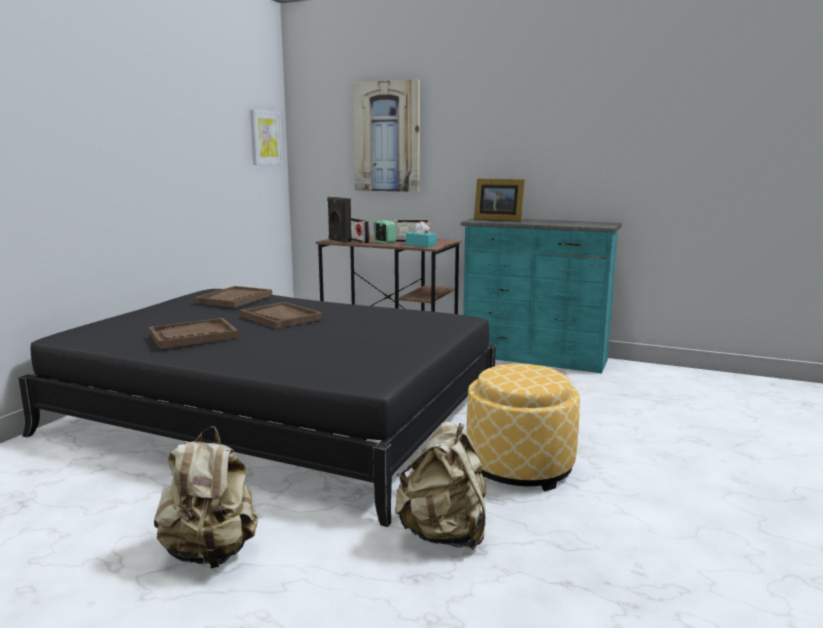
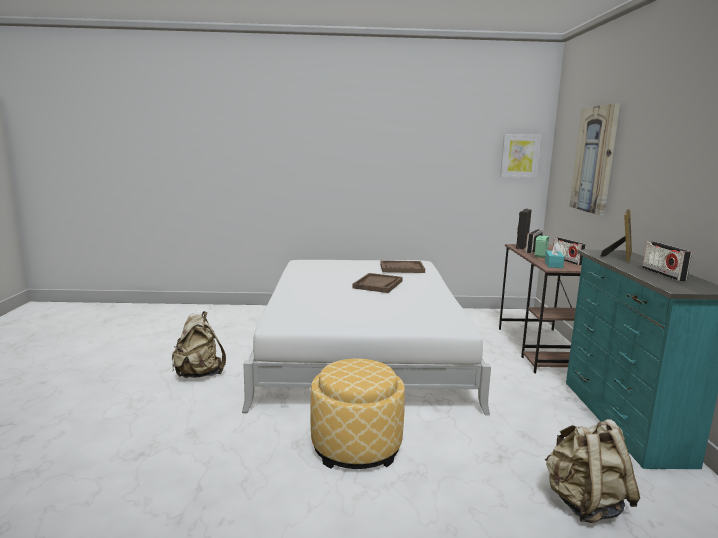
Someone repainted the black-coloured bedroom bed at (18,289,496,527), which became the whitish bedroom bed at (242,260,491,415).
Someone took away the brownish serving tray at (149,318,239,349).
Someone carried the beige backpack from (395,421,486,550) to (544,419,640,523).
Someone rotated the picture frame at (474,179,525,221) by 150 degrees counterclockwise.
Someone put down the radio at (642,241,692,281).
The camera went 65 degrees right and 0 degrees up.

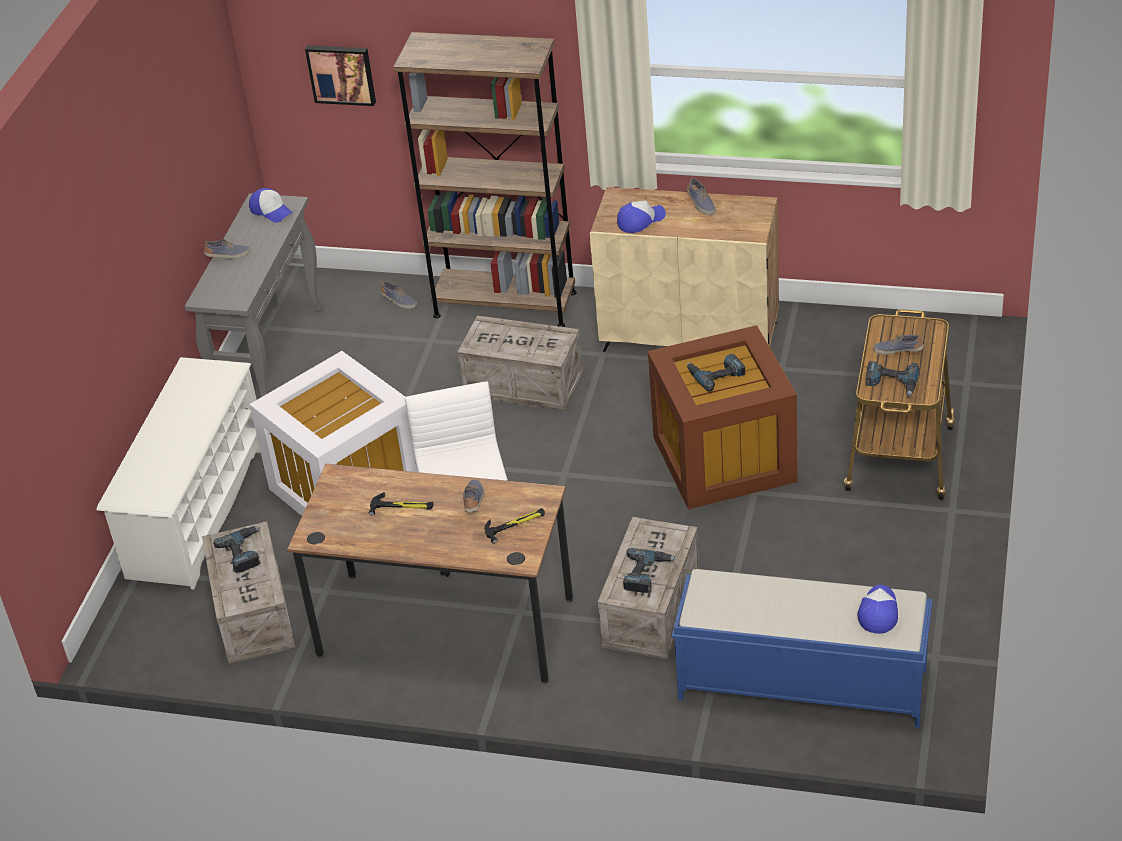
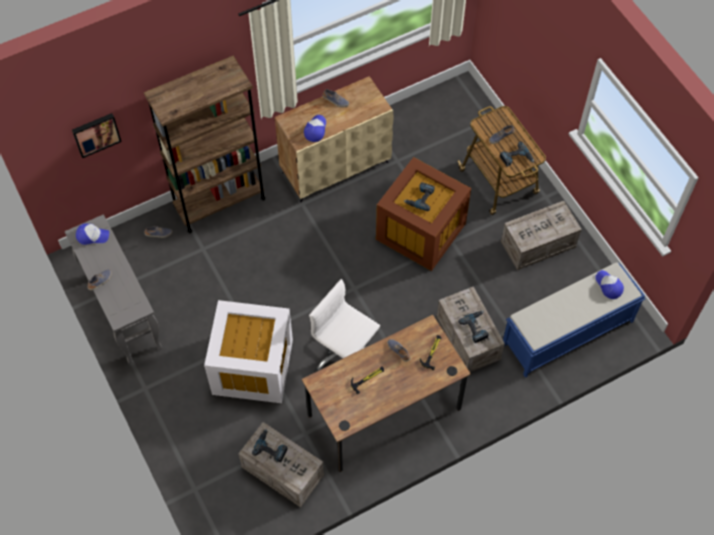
Someone took away the whitish shoe shelf at (97,357,260,590).
Someone carried the crate from (457,315,583,412) to (501,201,582,270).
The camera went 45 degrees left and 20 degrees up.

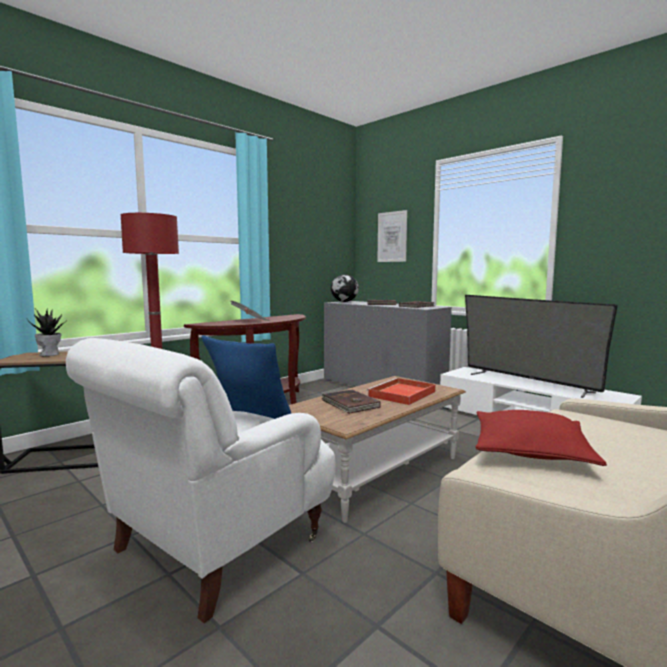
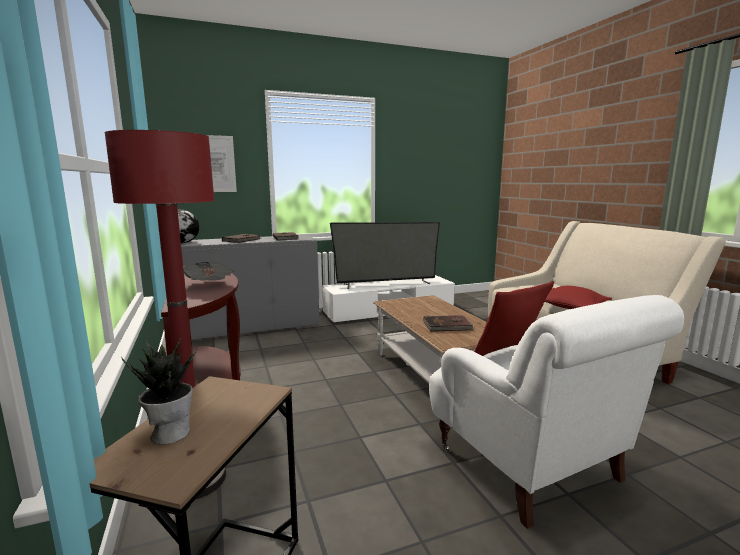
Someone repainted the bluish throw pillow at (201,335,292,419), which became the red-coloured throw pillow at (474,281,554,356).
Someone took away the red-coloured serving tray at (367,378,436,405).
The camera went 65 degrees left and 5 degrees up.

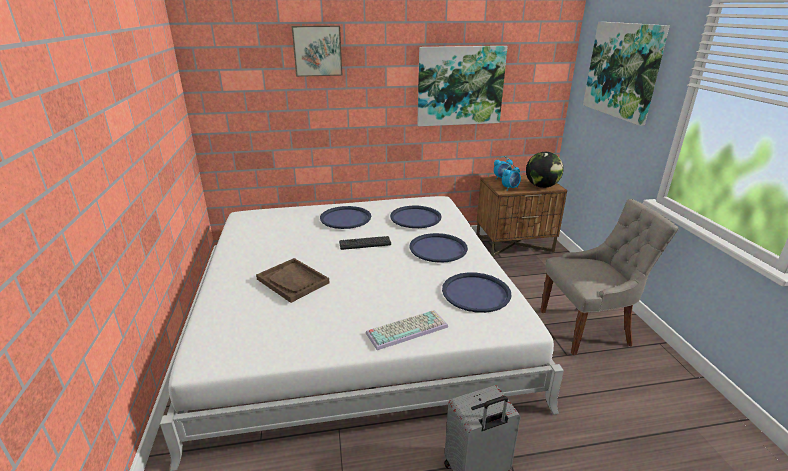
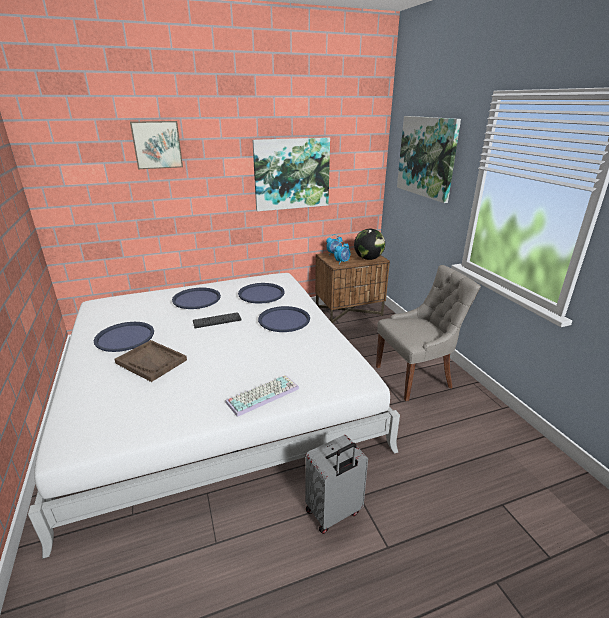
Someone carried the bluish serving tray from (442,272,512,313) to (94,322,154,352).
The camera went 10 degrees left and 0 degrees up.

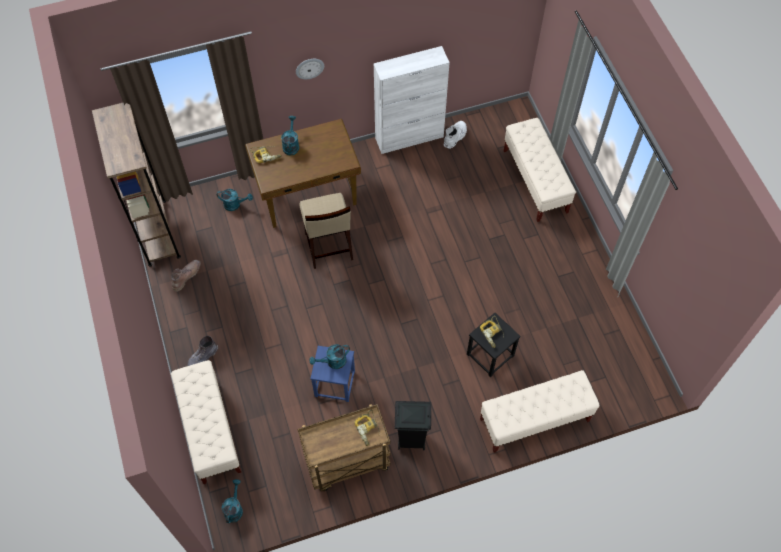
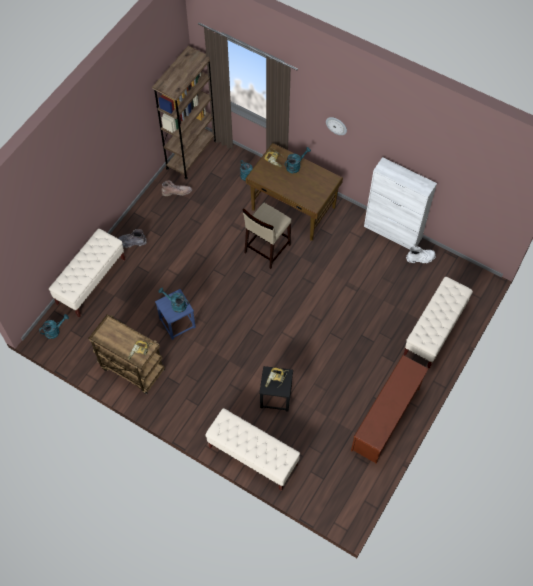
Someone took away the black-coloured waste bin at (395,401,431,450).
Someone put down the brownish shoe shelf at (351,355,429,463).
The camera went 50 degrees right and 0 degrees up.

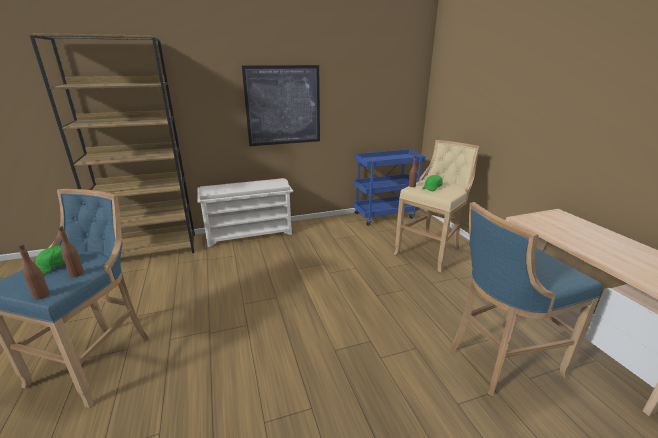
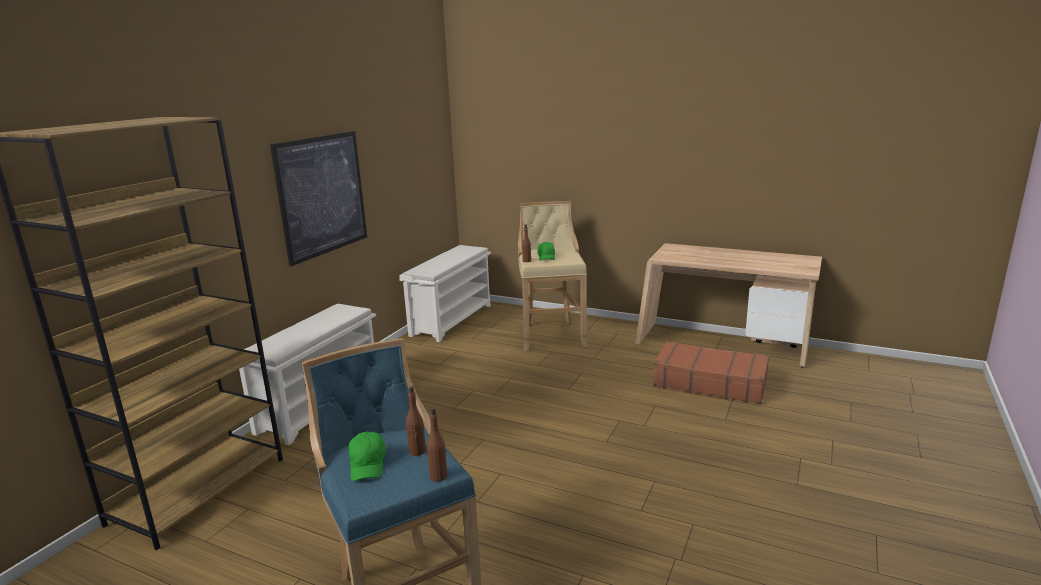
Someone swapped the bluish wheeled cart at (353,149,426,226) for the whitish shoe shelf at (399,245,491,342).
Someone swapped the bluish stool seat at (450,202,602,396) for the brownish suitcase at (653,341,769,404).
The camera went 45 degrees left and 5 degrees down.

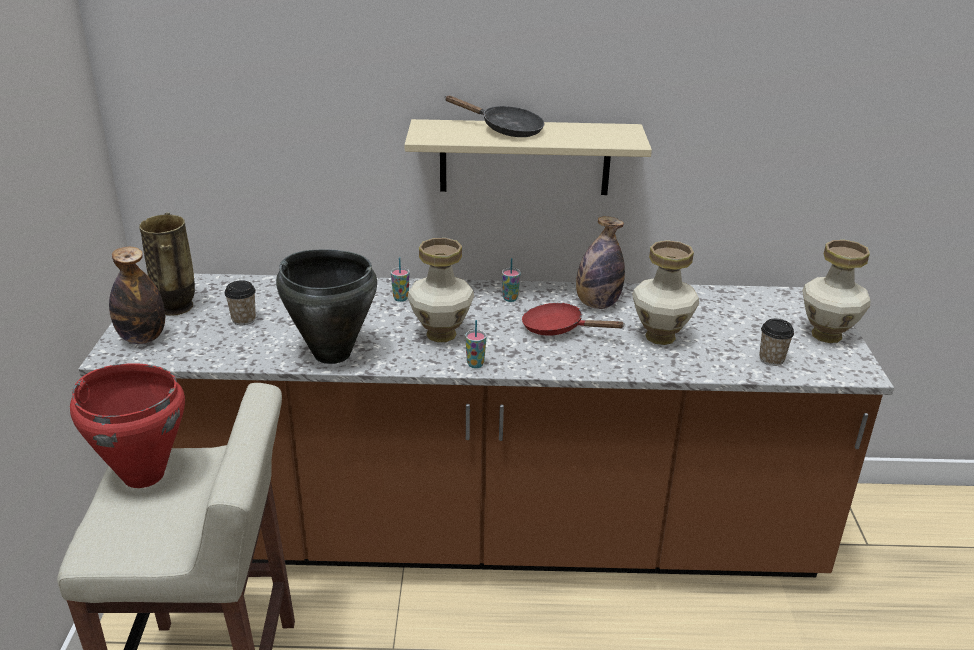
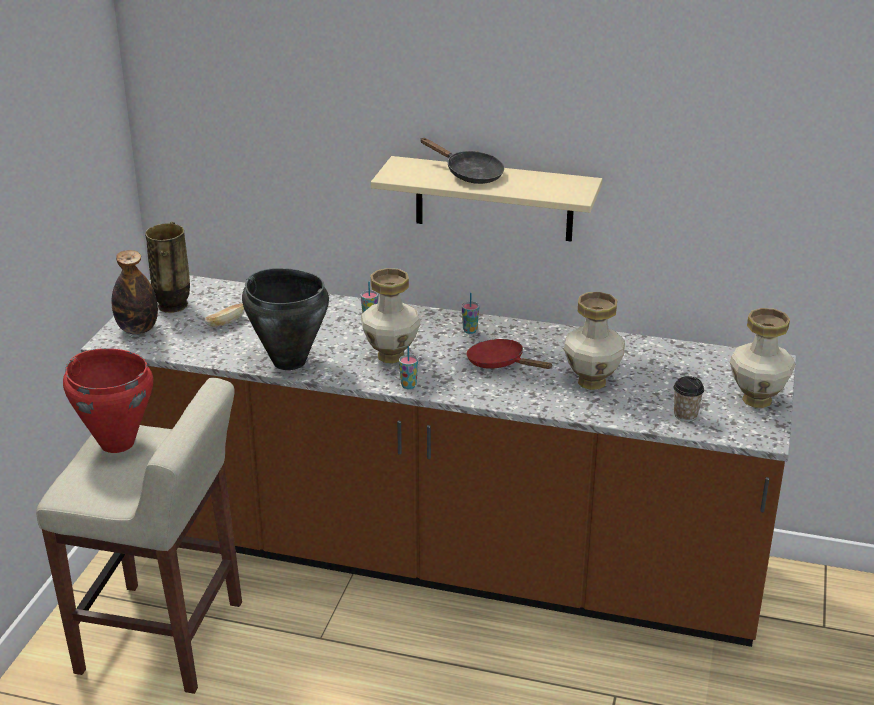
Someone swapped the small cup at (224,281,256,325) for the bread at (205,303,245,327).
Someone took away the bottle at (576,216,625,309).
The camera went 15 degrees right and 0 degrees up.

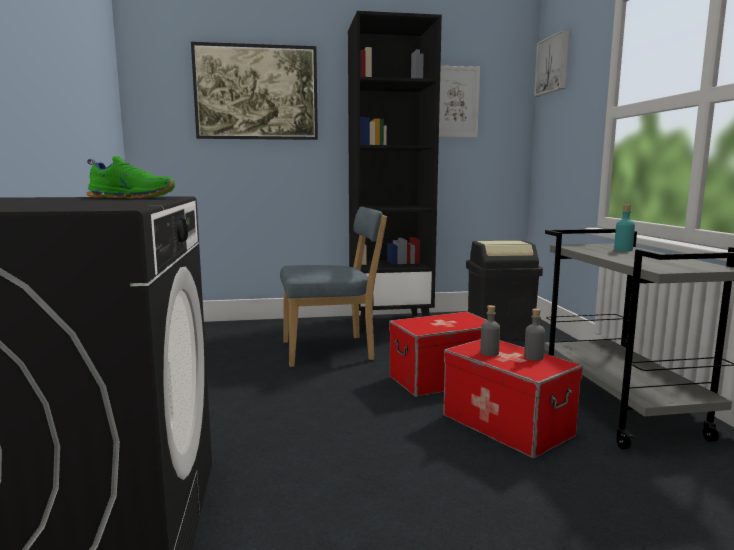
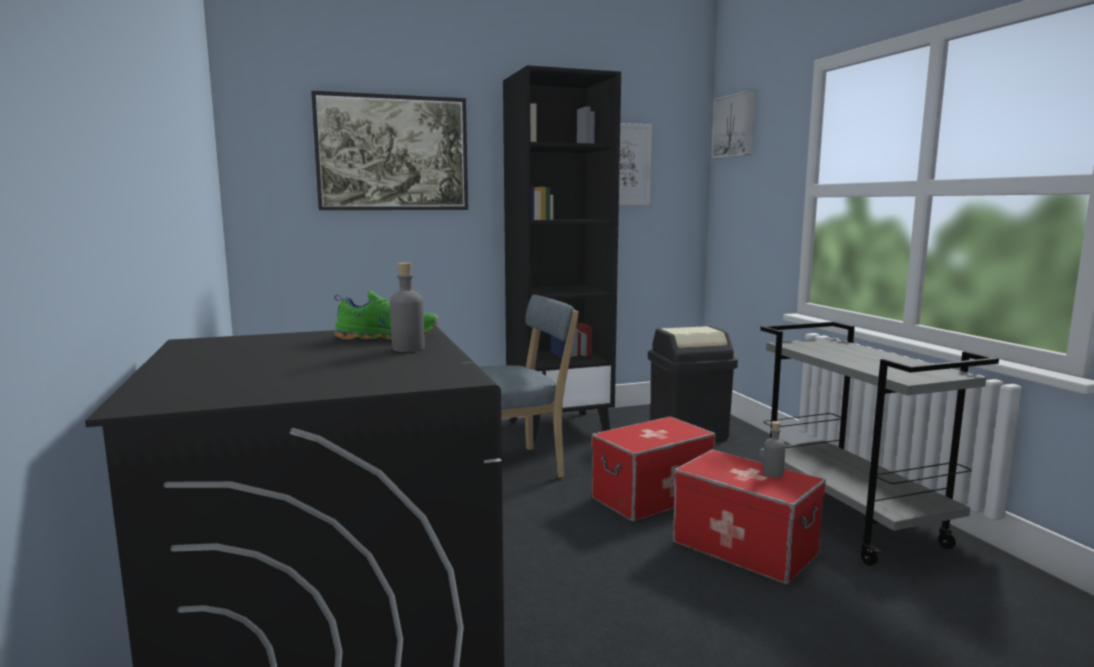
Someone carried the greyish bottle from (480,305,500,356) to (390,262,425,352).
Someone took away the blue-green bottle at (614,205,635,251).
The camera went 10 degrees left and 0 degrees up.

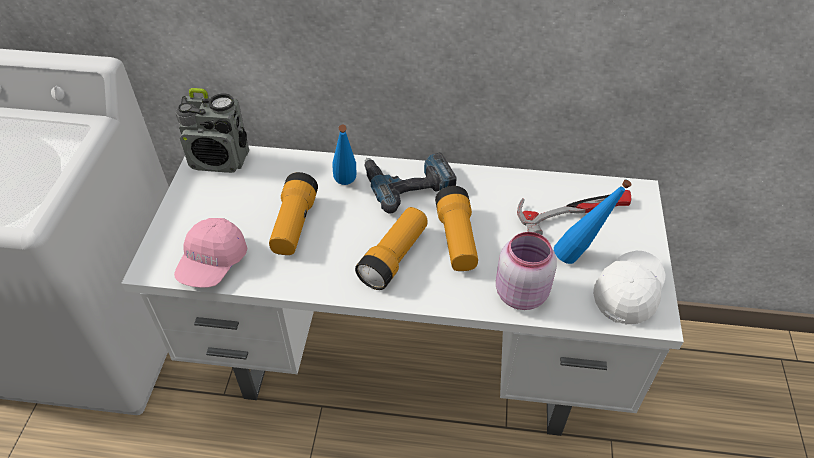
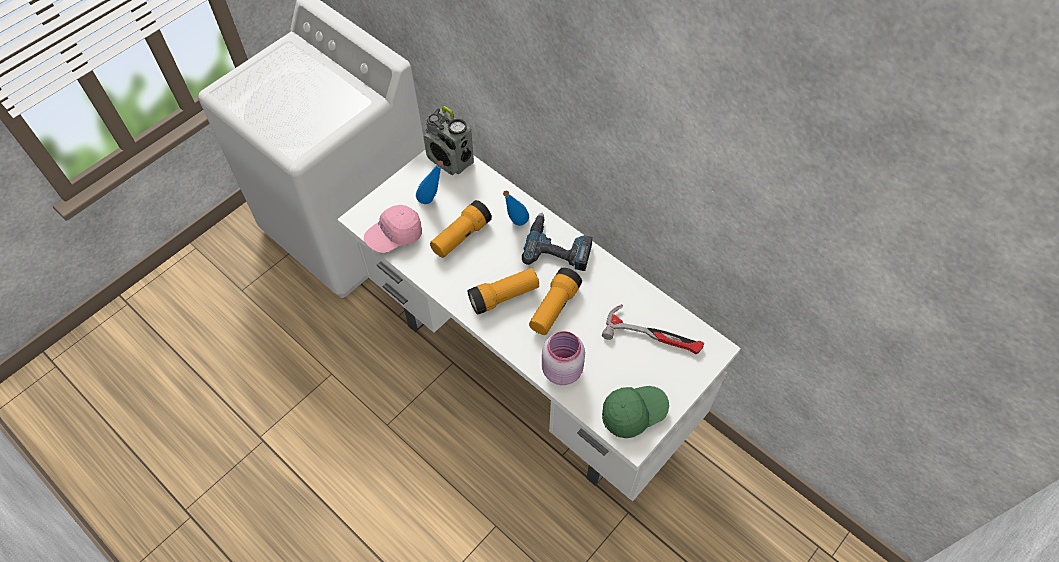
Someone carried the bluish bottle from (554,179,632,264) to (416,161,443,204).
Someone repainted the whitish baseball cap at (593,251,666,325), which became the green baseball cap at (602,386,669,438).
The camera went 35 degrees right and 10 degrees up.

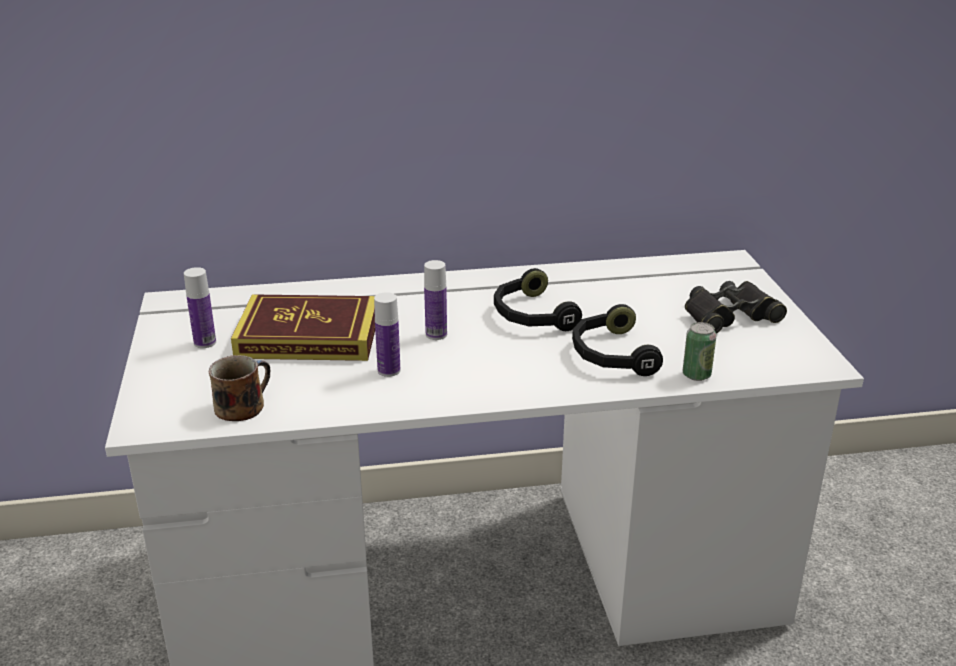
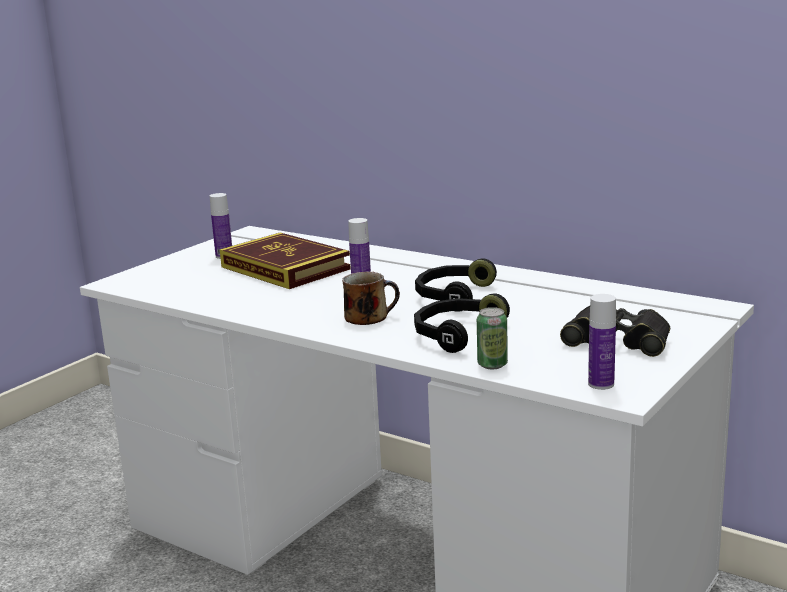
Someone carried the tea mug from (209,355,270,421) to (342,272,400,325).
Someone carried the bottle from (374,292,400,377) to (588,294,616,390).
The camera went 45 degrees right and 10 degrees down.

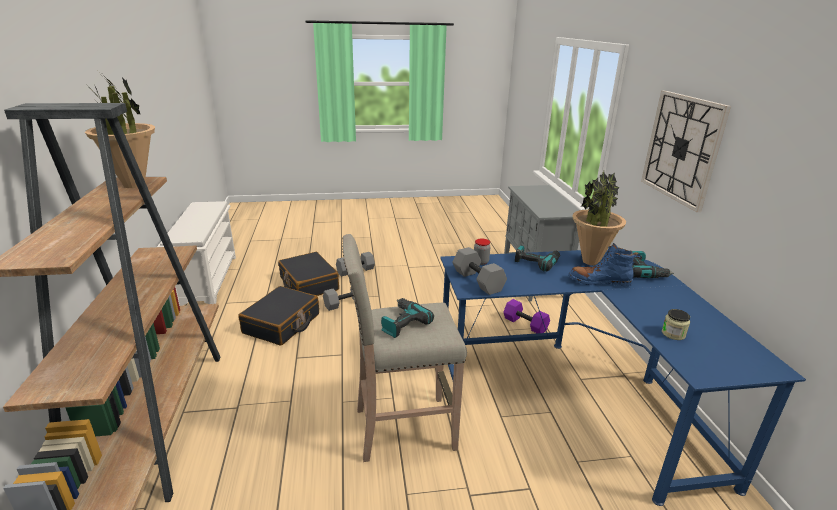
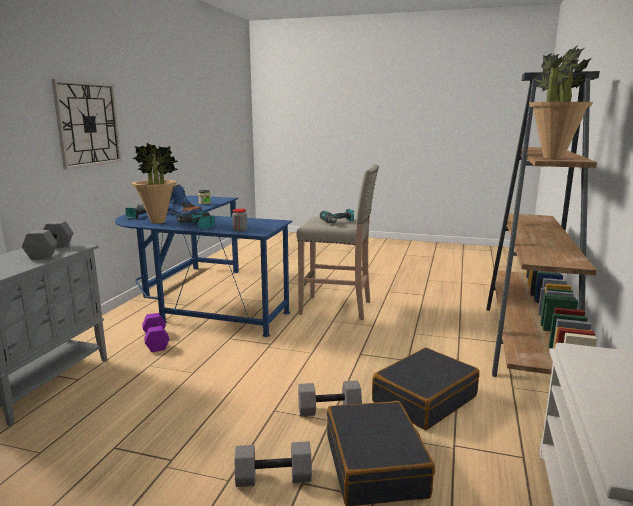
Someone carried the greyish dumbbell from (452,247,507,295) to (22,221,73,260).
The camera went 155 degrees left and 10 degrees down.

